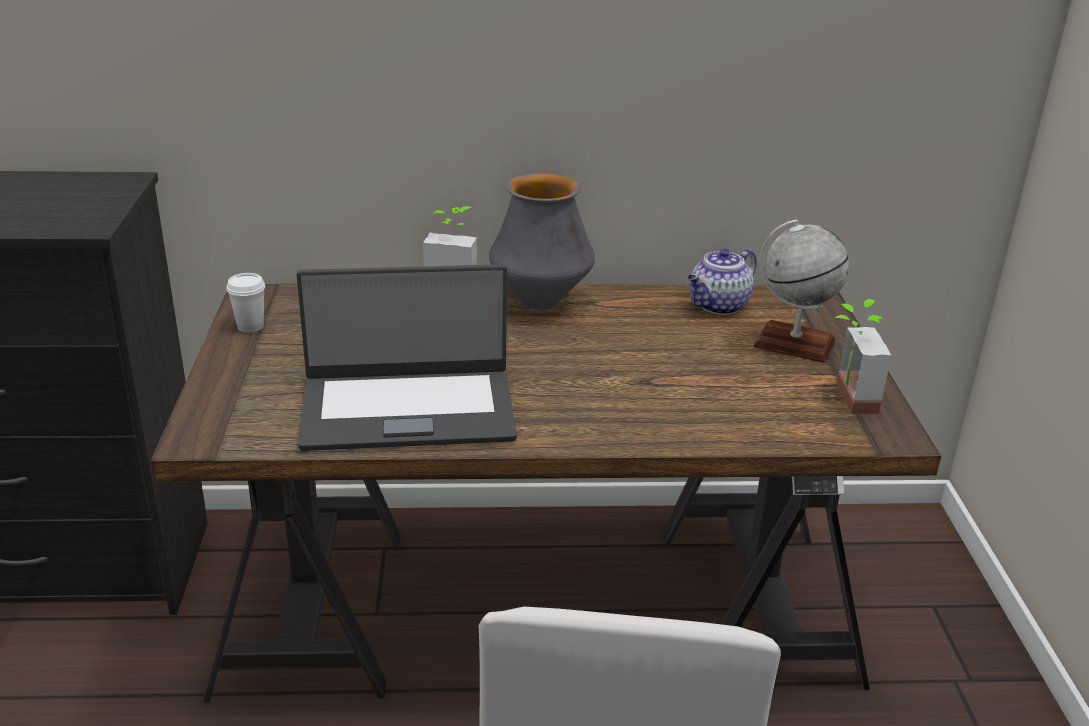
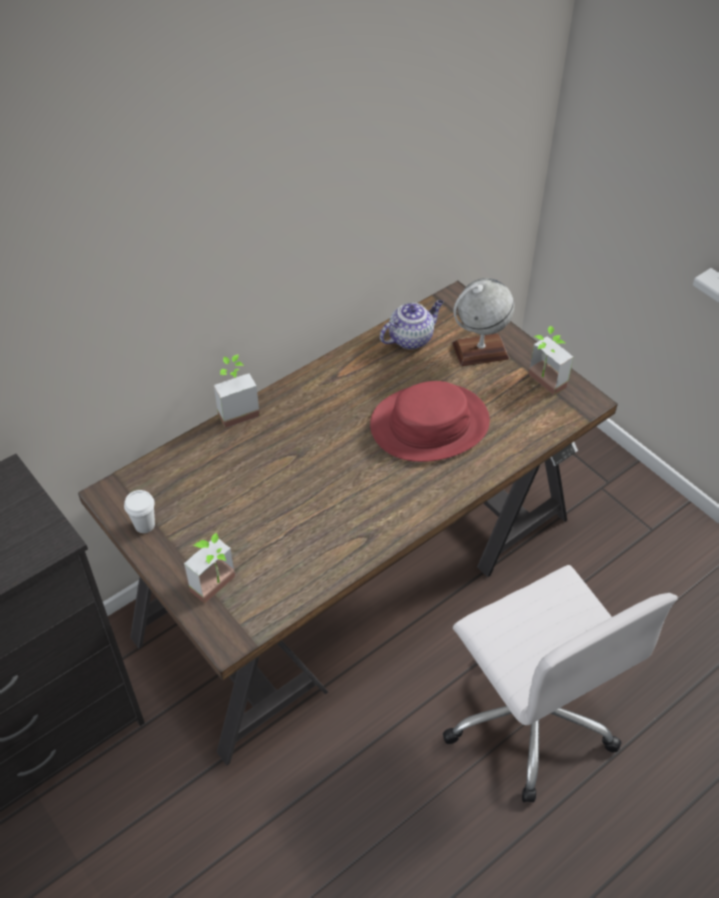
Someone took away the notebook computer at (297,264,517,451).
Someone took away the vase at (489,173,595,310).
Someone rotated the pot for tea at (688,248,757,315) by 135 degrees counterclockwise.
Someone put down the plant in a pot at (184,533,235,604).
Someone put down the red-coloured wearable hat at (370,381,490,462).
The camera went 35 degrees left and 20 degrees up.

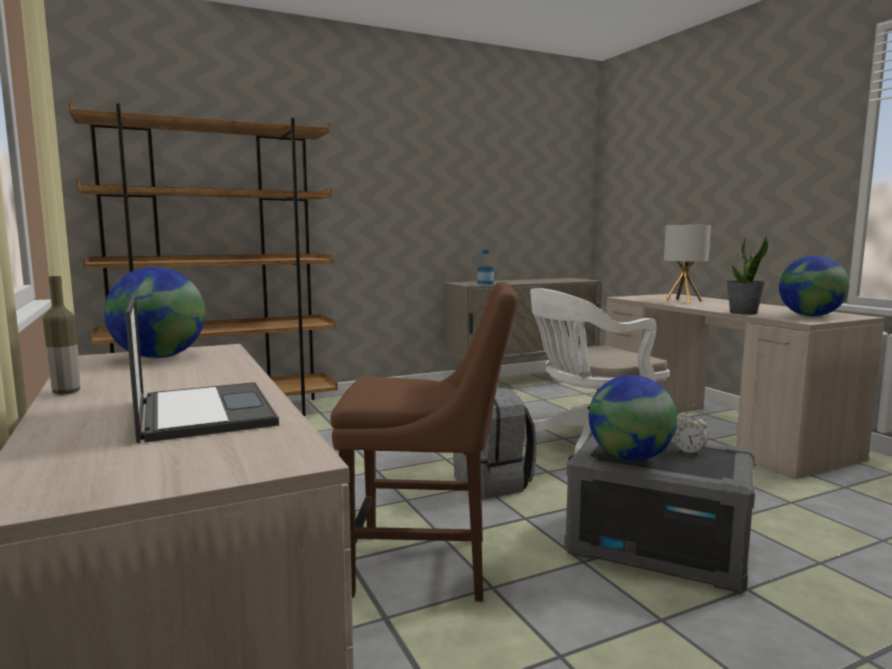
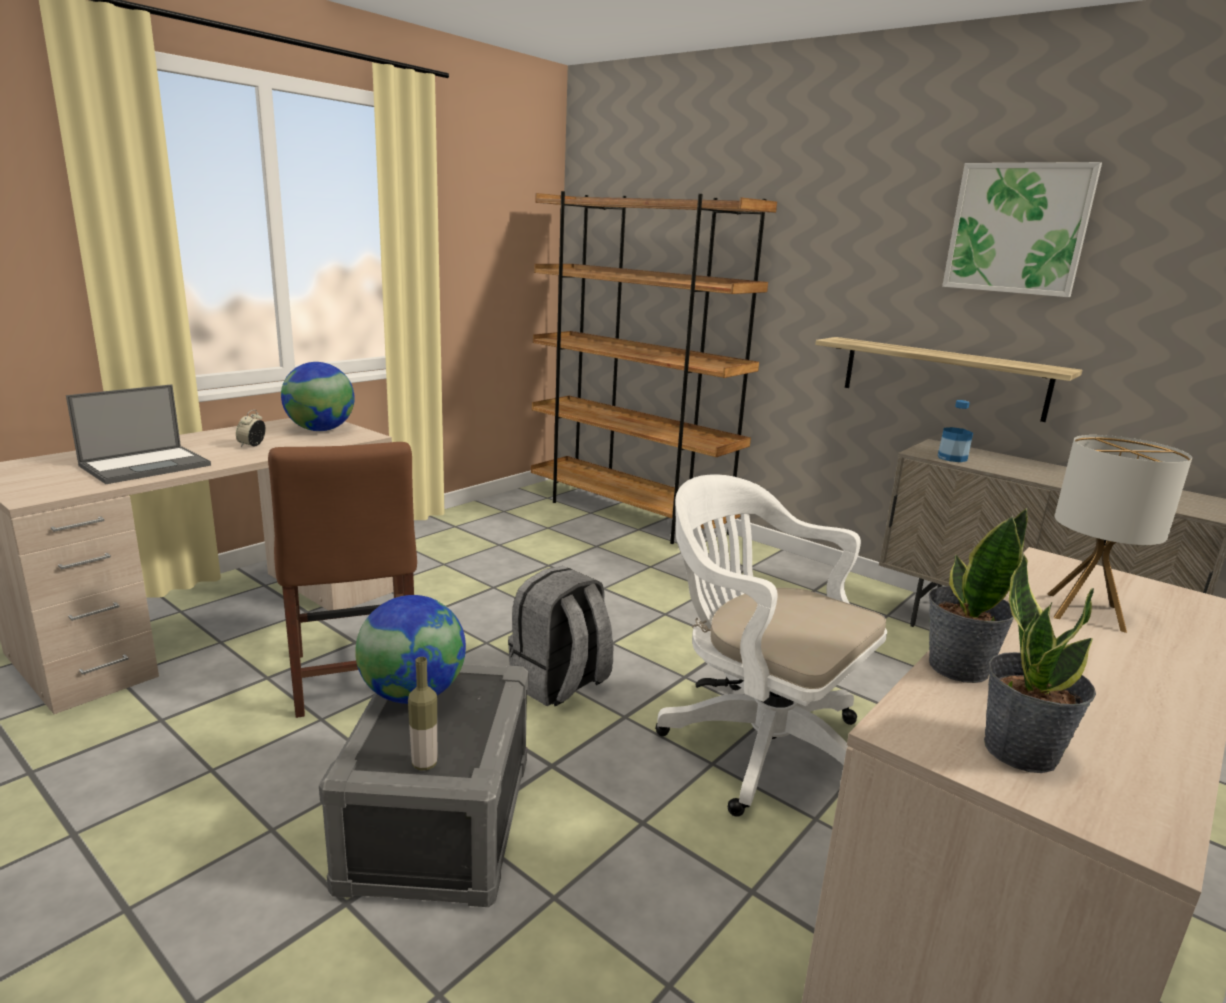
Someone carried the bottle from (43,276,80,395) to (408,657,437,771).
Someone carried the bedside clock from (673,411,708,455) to (236,410,266,447).
Someone swapped the world globe at (779,256,850,317) for the plant in a pot at (984,553,1096,773).
Someone put up the wall shelf at (815,337,1082,422).
Someone put up the wall art at (942,162,1102,297).
The camera went 65 degrees right and 10 degrees up.

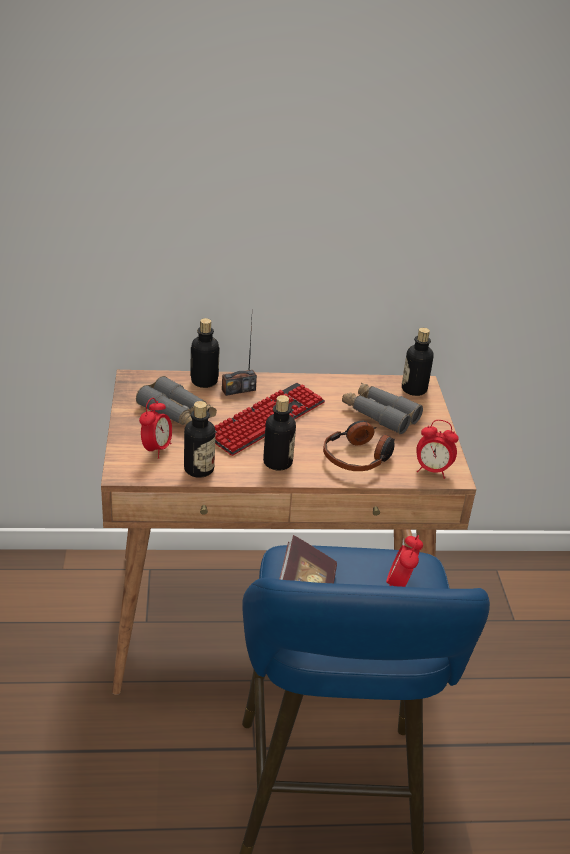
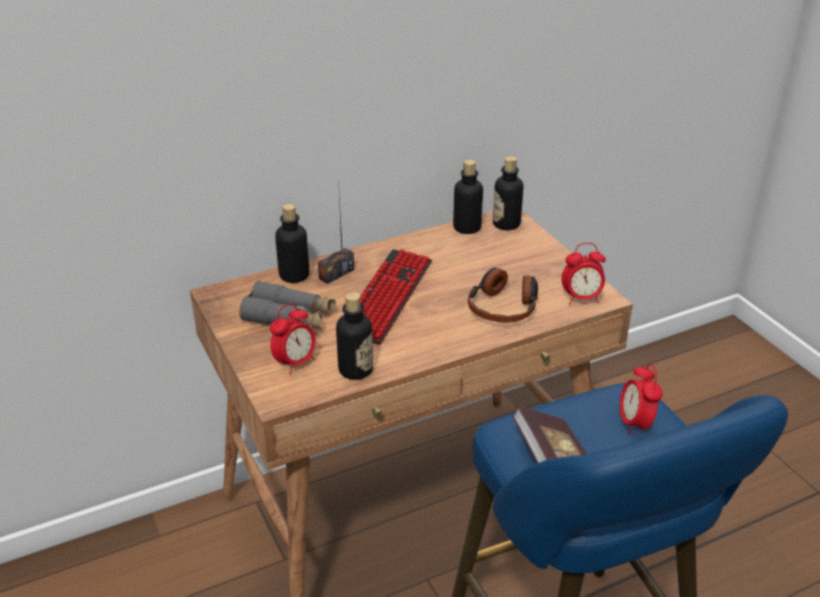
Someone rotated the bedside clock at (139,398,172,459) by 45 degrees clockwise.
Someone carried the bottle from (263,395,296,471) to (453,160,483,234).
Someone took away the greyish pair of binoculars at (342,383,423,434).
The camera went 20 degrees left and 0 degrees up.

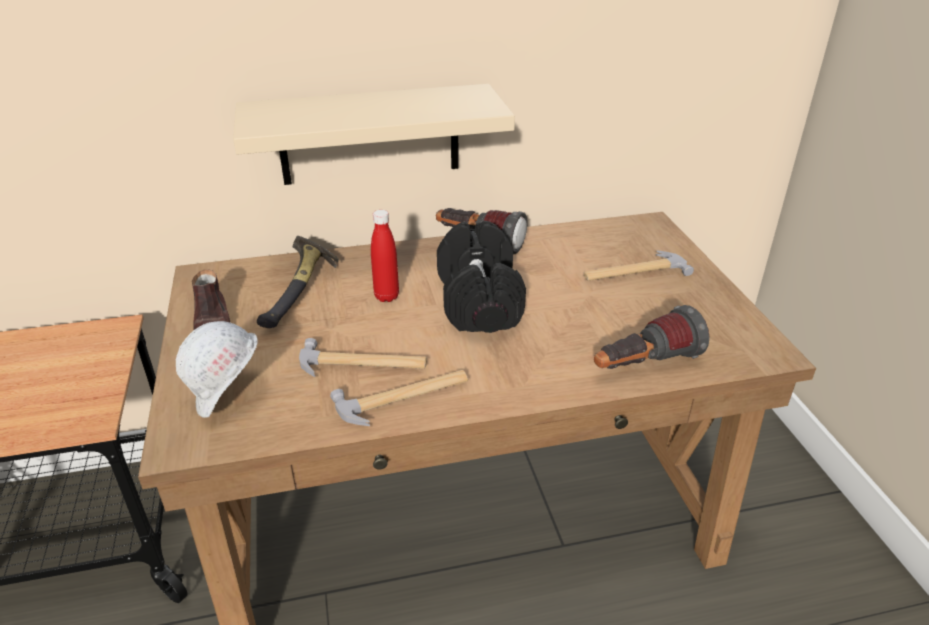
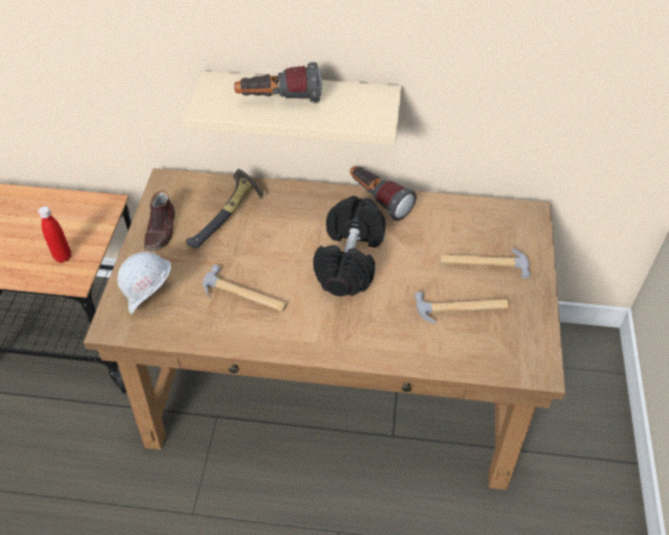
Someone carried the hand hammer from (330,370,468,426) to (415,292,509,325).
Someone carried the red-coloured bottle from (371,210,399,302) to (38,206,71,263).
Someone carried the flashlight from (594,305,709,369) to (234,62,322,103).
The camera went 20 degrees right and 15 degrees up.

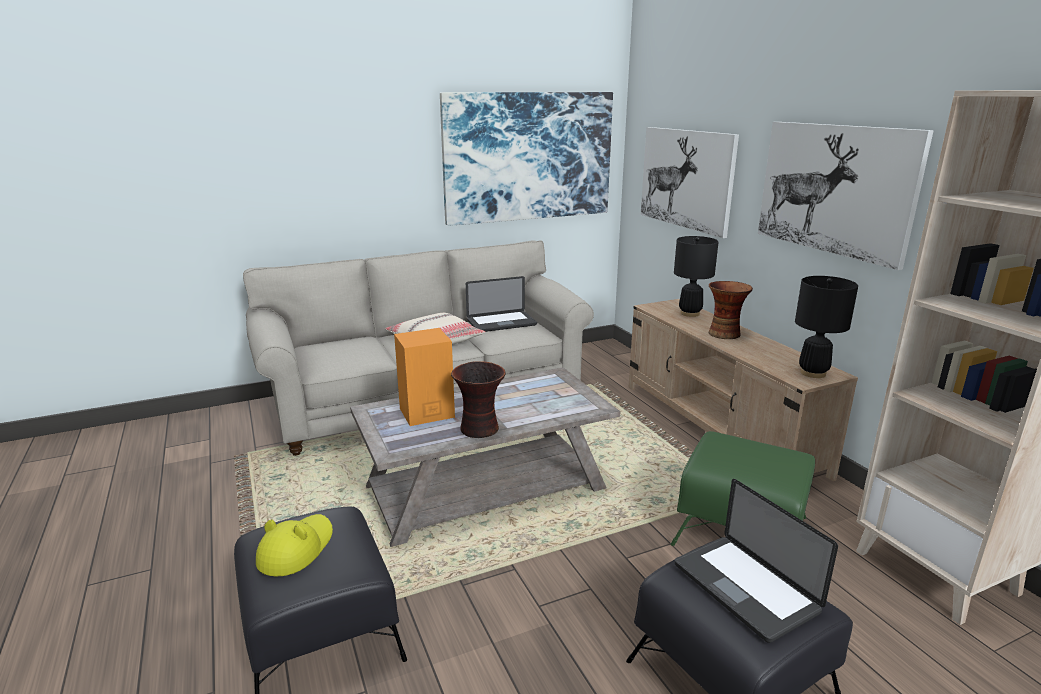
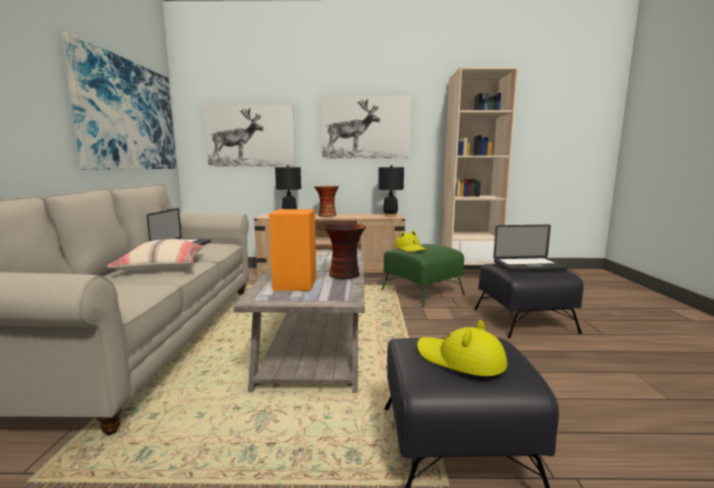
Someone put down the yellow-coloured wearable hat at (395,230,426,252).
The camera went 65 degrees left and 10 degrees down.

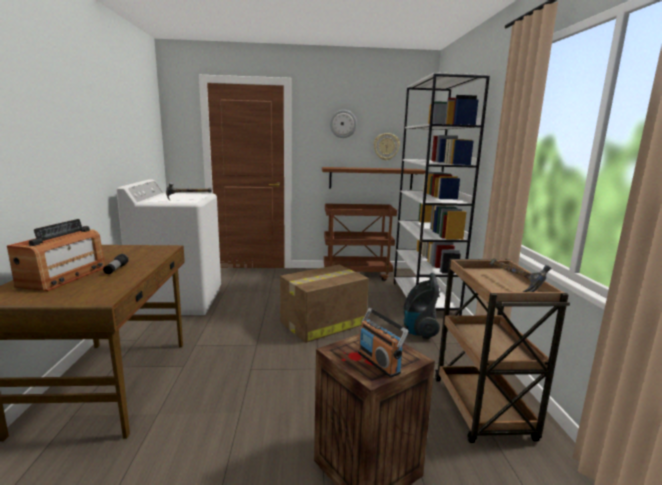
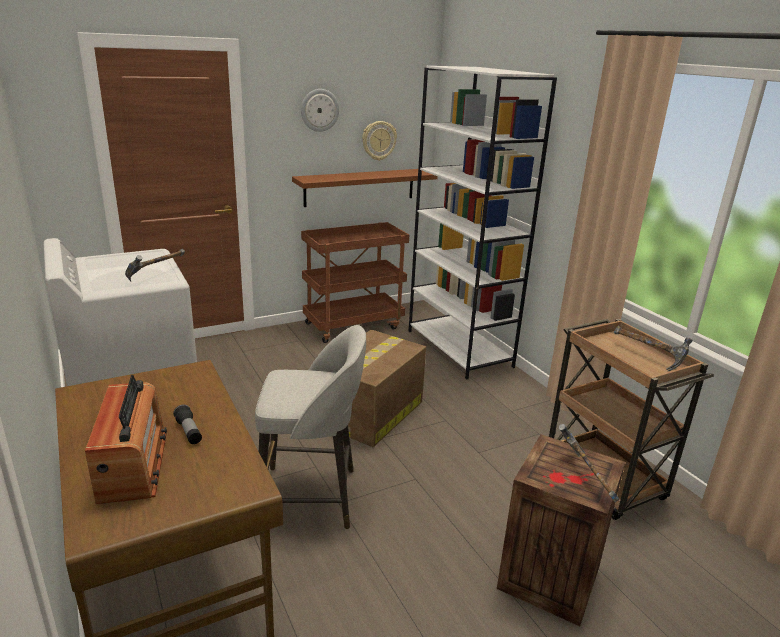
Someone swapped the radio at (358,308,408,378) for the hand hammer at (559,424,620,502).
Someone took away the vacuum cleaner at (403,273,440,339).
Someone put down the greyish stool seat at (255,325,366,529).
The camera went 25 degrees left and 10 degrees up.

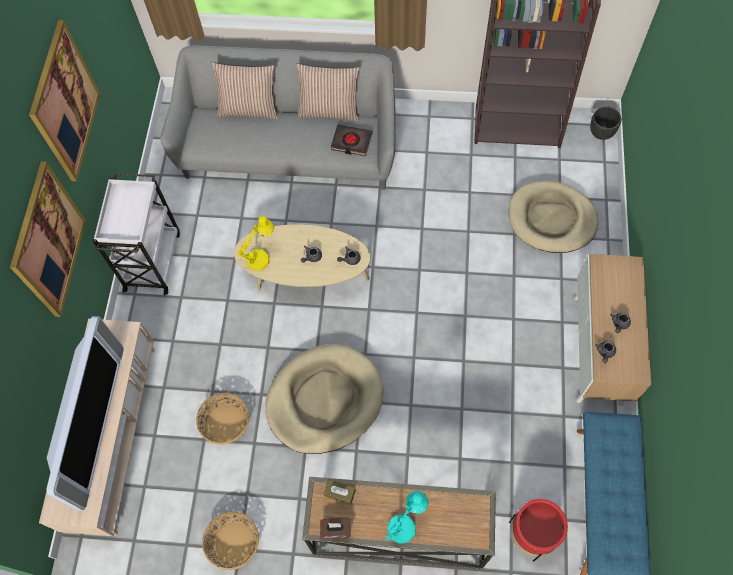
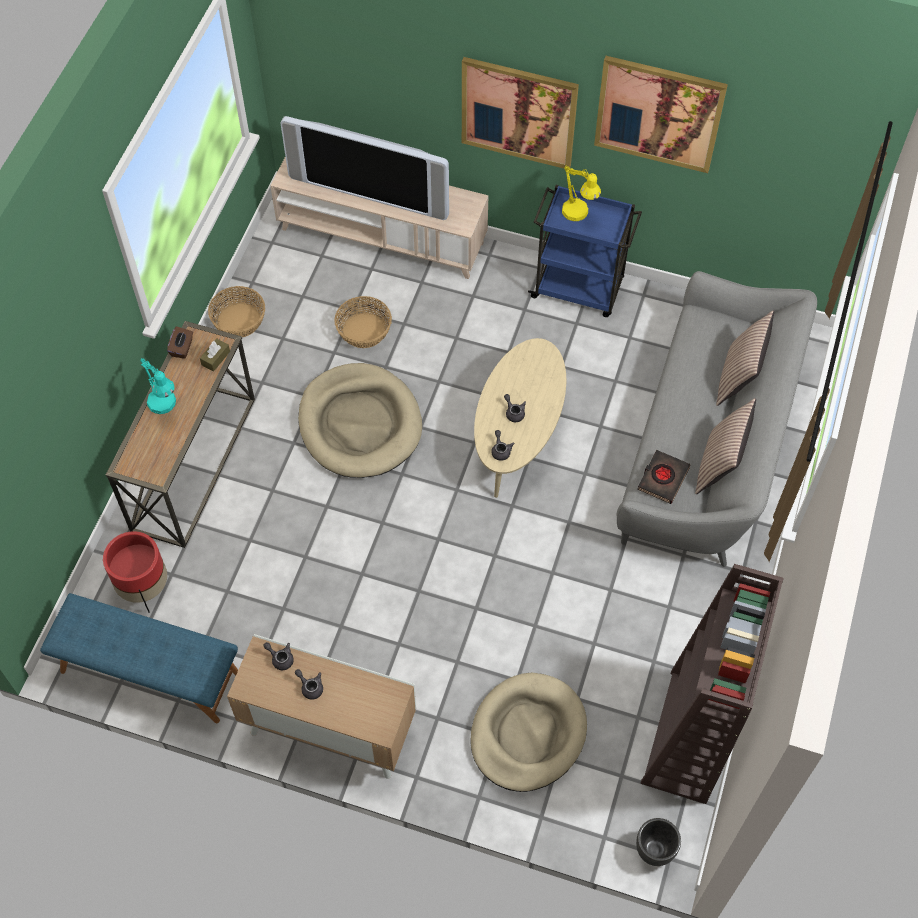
Someone repainted the whitish wheeled cart at (92,173,180,295), which became the bluish wheeled cart at (528,185,642,317).
Someone carried the yellow-coloured lamp for a table from (237,215,274,271) to (562,166,601,221).
The camera went 100 degrees right and 5 degrees down.

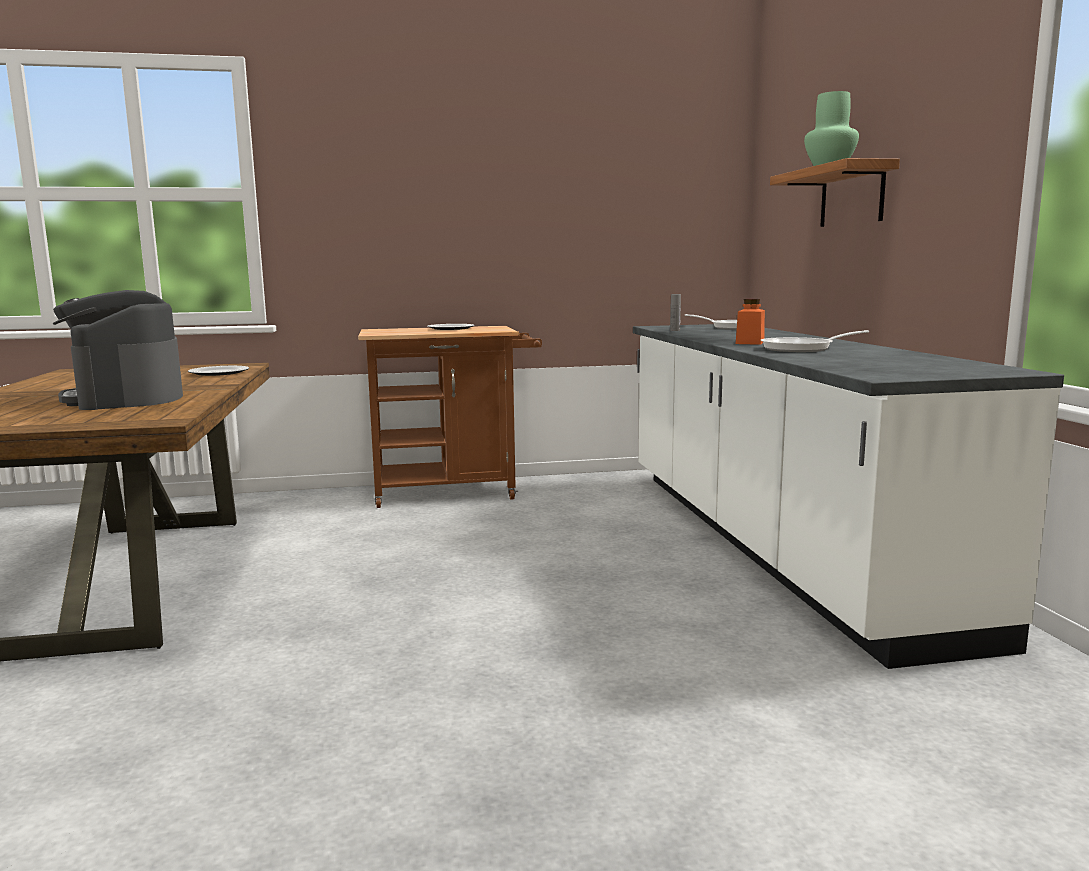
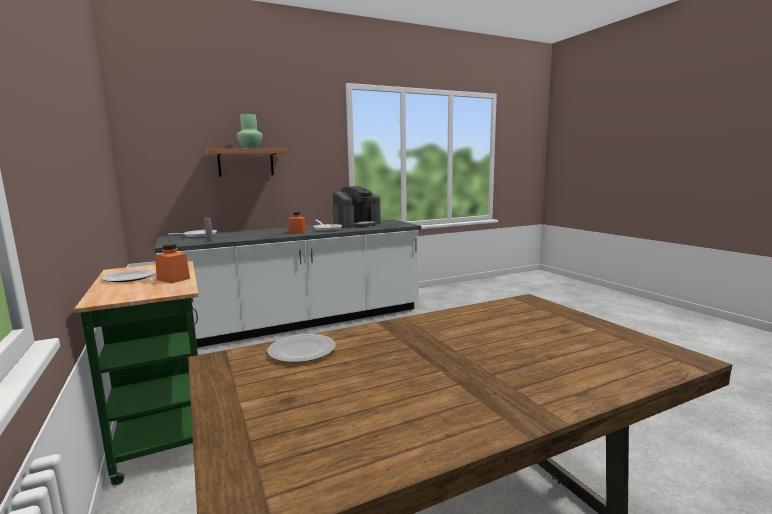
Someone carried the coffee machine from (53,290,183,410) to (332,186,381,228).
Someone repainted the brownish wheeled cart at (358,326,542,508), which became the green wheeled cart at (74,261,199,485).
Someone put down the orange-coloured preserve jar at (155,244,190,283).
The camera went 105 degrees left and 0 degrees up.

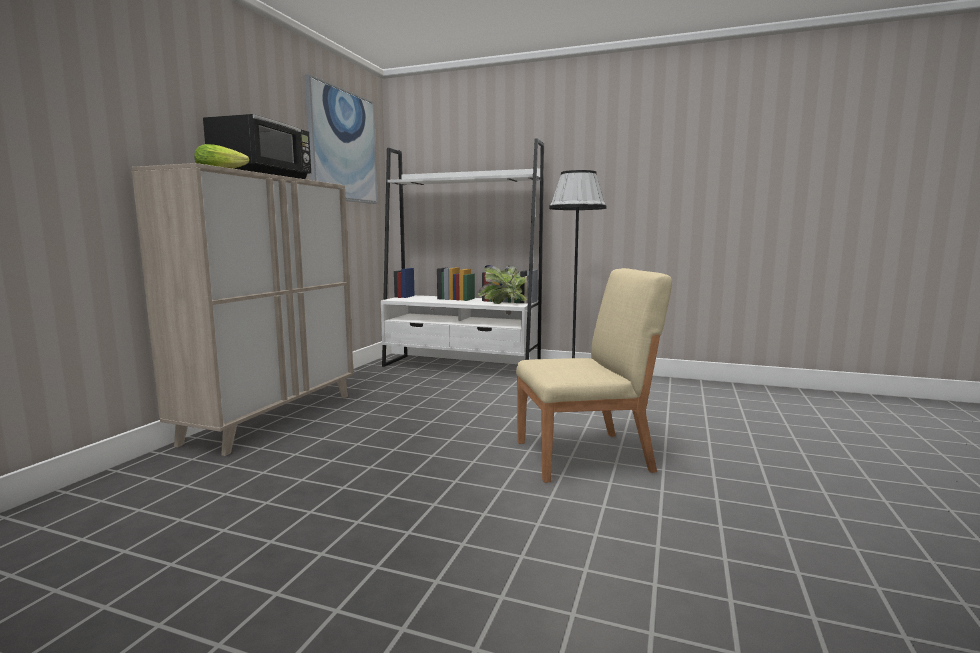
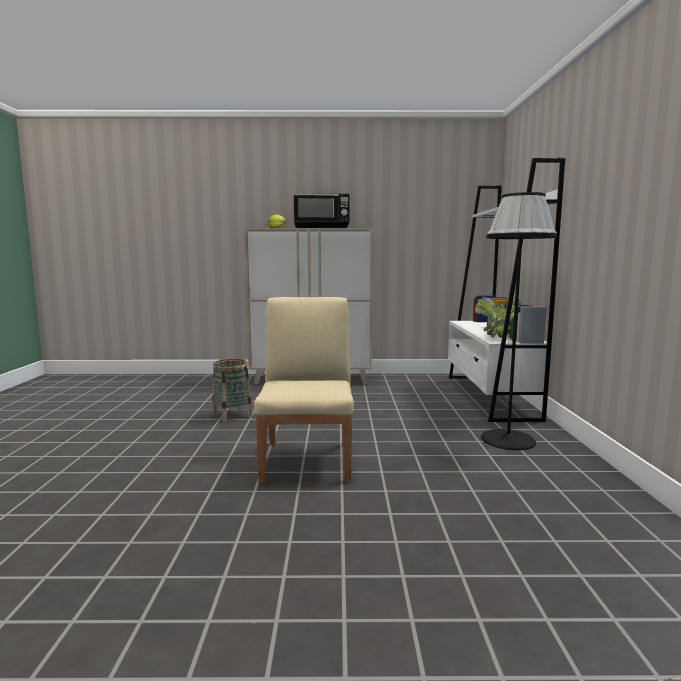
Someone took away the wall art at (305,74,378,204).
Someone rotated the beige upright chair at (516,268,672,483) by 150 degrees counterclockwise.
Someone put down the basket at (212,359,253,422).
The camera went 70 degrees right and 0 degrees up.

